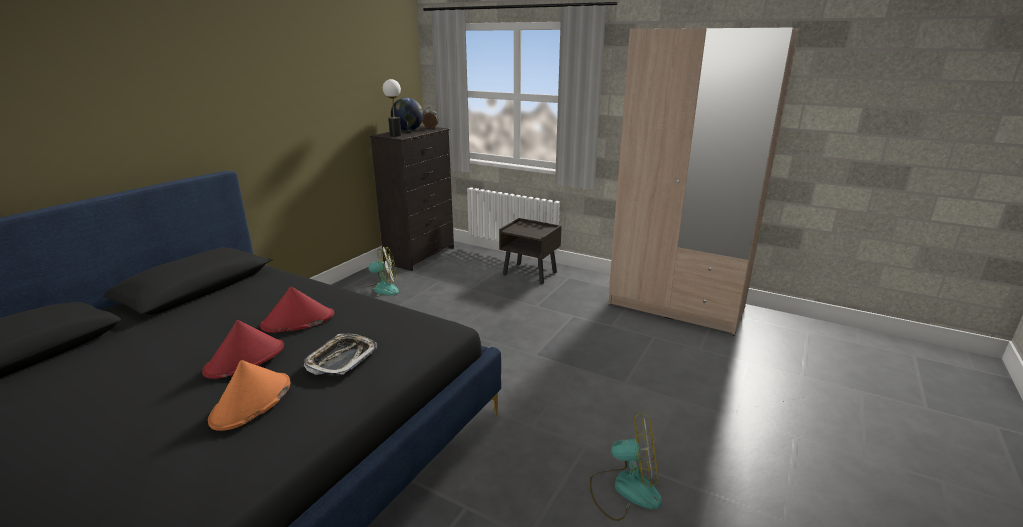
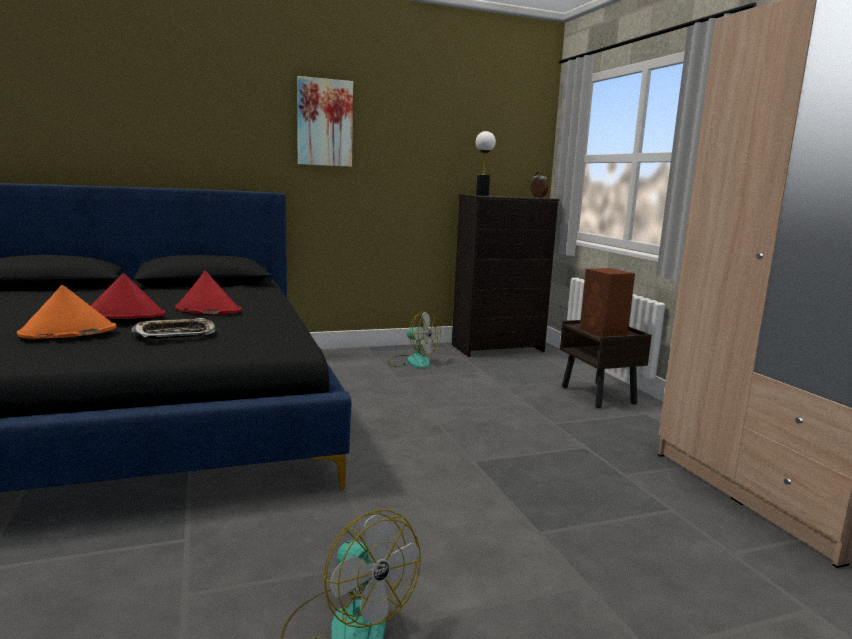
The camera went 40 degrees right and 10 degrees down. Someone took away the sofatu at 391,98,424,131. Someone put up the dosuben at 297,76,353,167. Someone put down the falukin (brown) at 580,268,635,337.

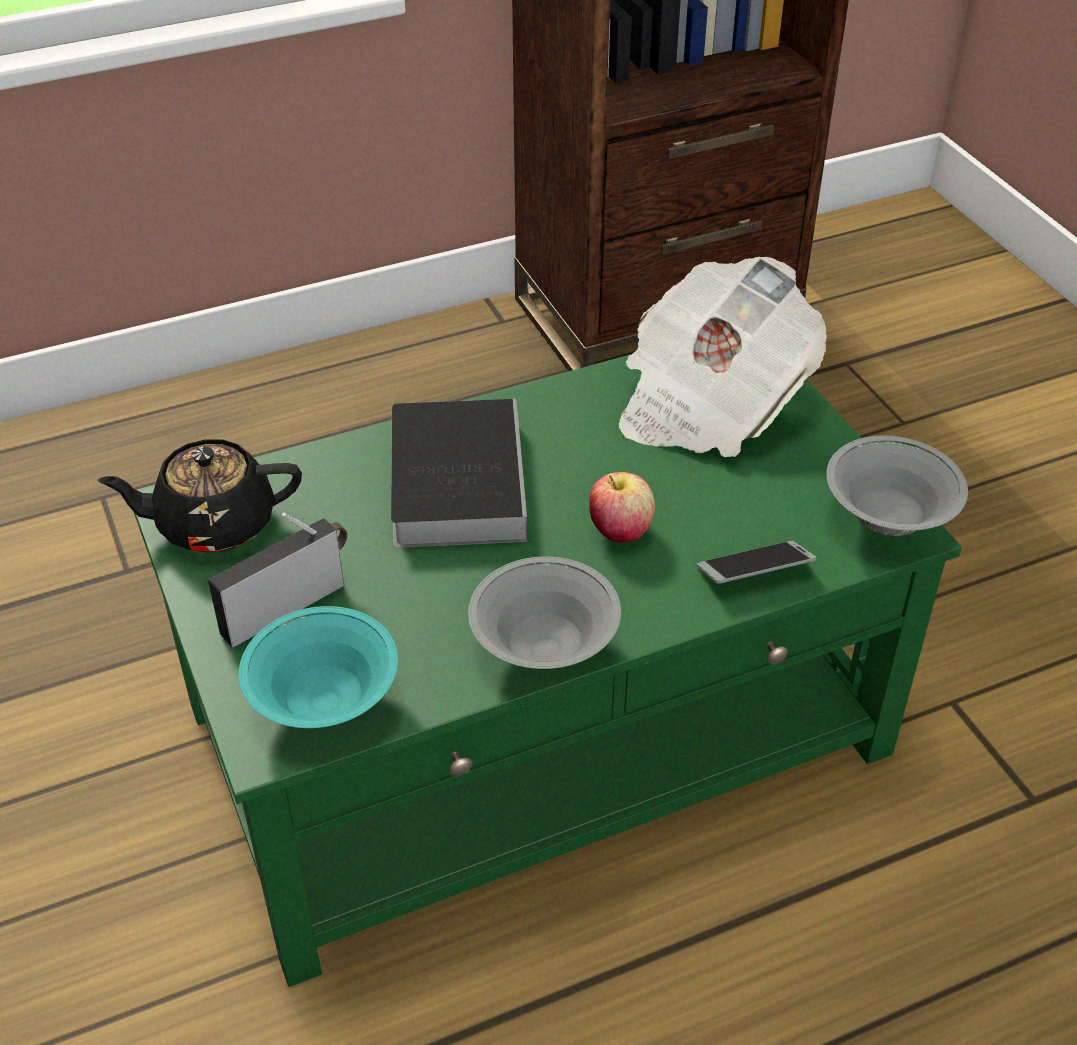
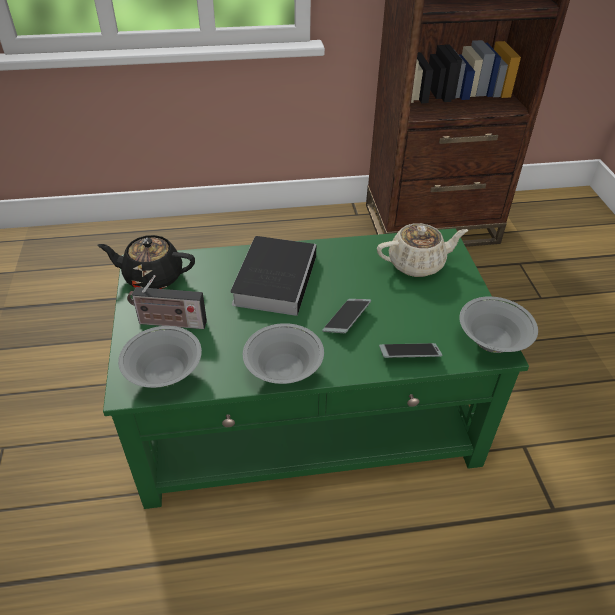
The camera went 15 degrees right and 0 degrees up. Someone swapped the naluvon at 589,472,655,543 for the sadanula at 322,299,371,333. Someone swapped the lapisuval at 619,257,827,457 for the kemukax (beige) at 377,223,468,277. Someone repainted the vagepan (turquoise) at 239,606,398,728, which became the vagepan (grey) at 118,326,202,388. Someone rotated the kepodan at 208,512,347,647 by 150 degrees counterclockwise.

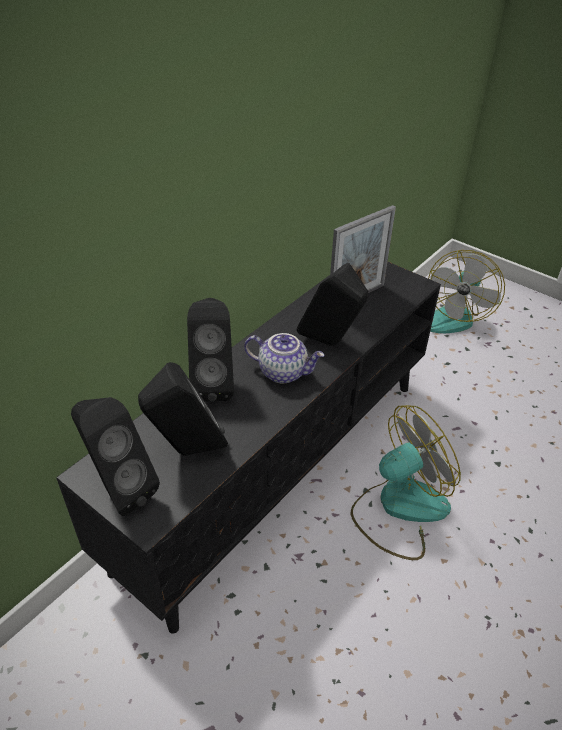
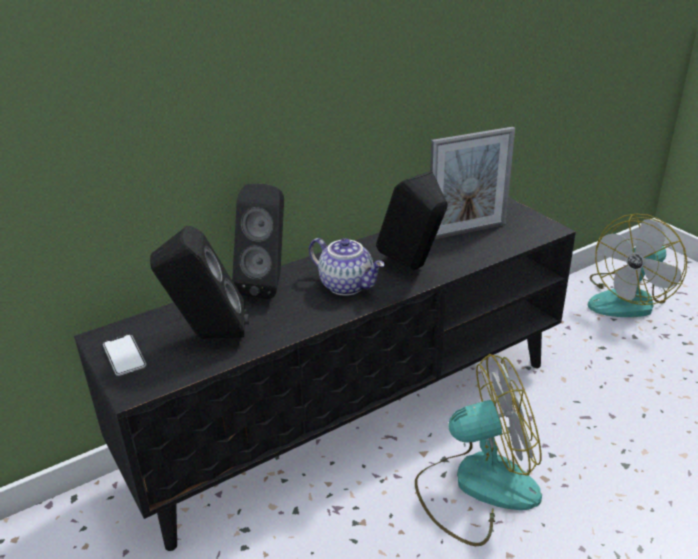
The camera went 20 degrees right and 10 degrees down. Someone swapped the falukin (black) at 71,397,160,516 for the sadanula at 103,334,146,376.

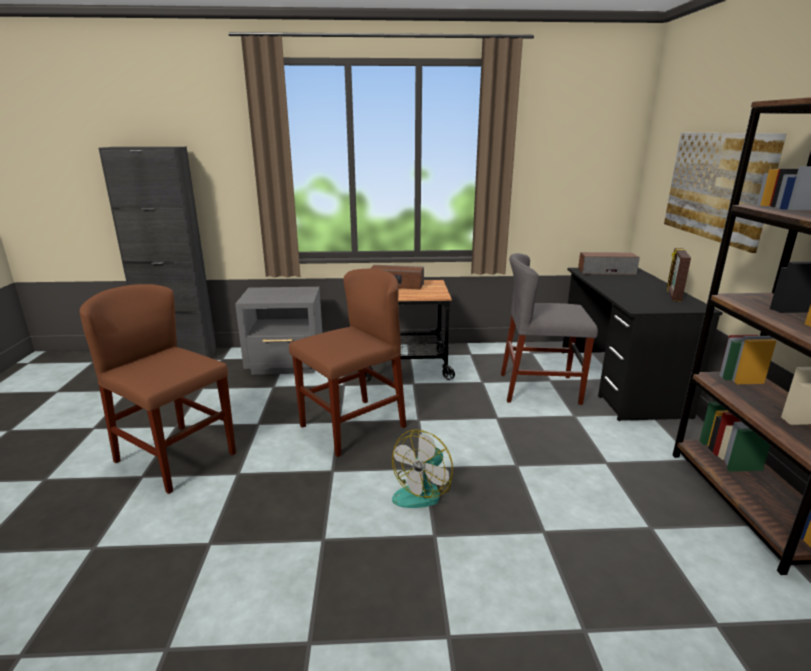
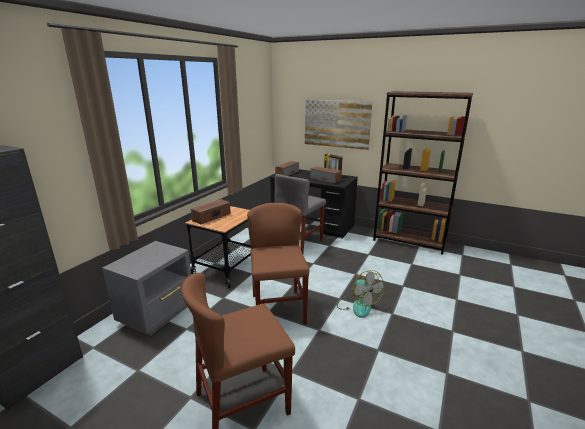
The camera went 60 degrees left and 0 degrees up. Someone put down the falukin at 310,166,341,183.

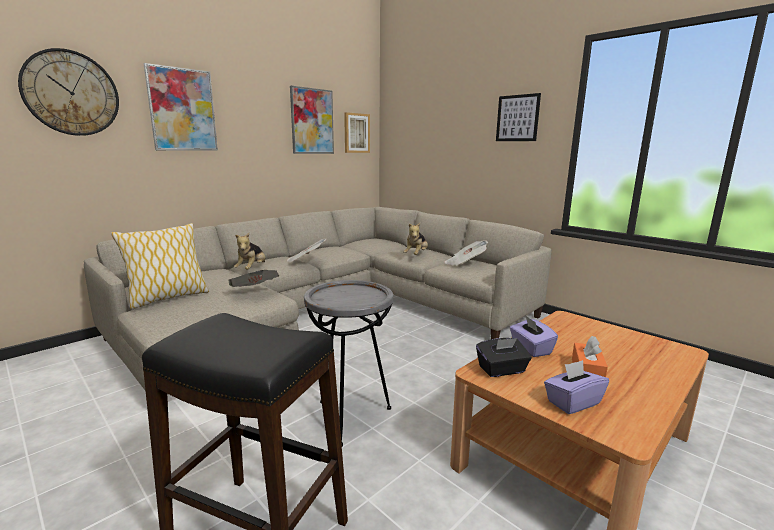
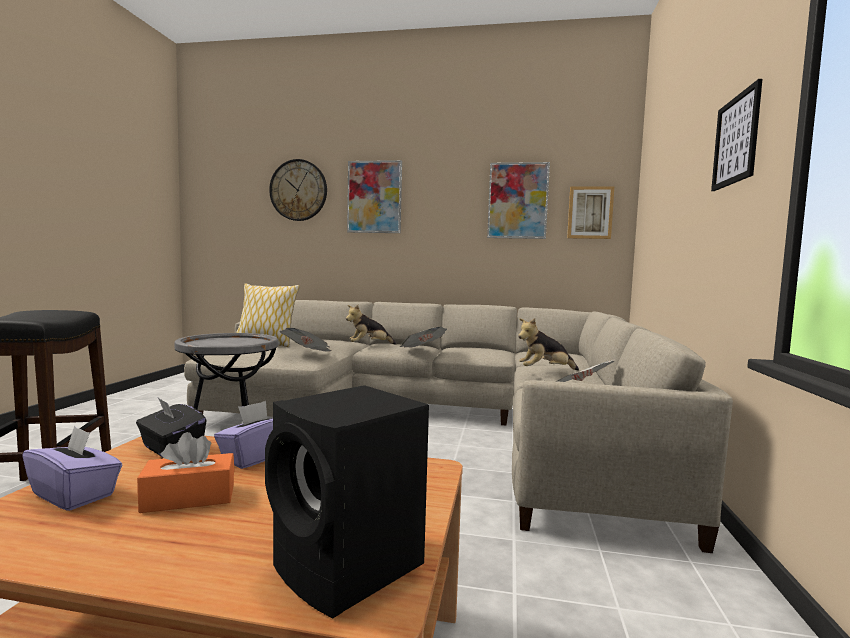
The camera went 55 degrees right and 10 degrees down. Someone put down the falukin (black) at 265,385,429,618.

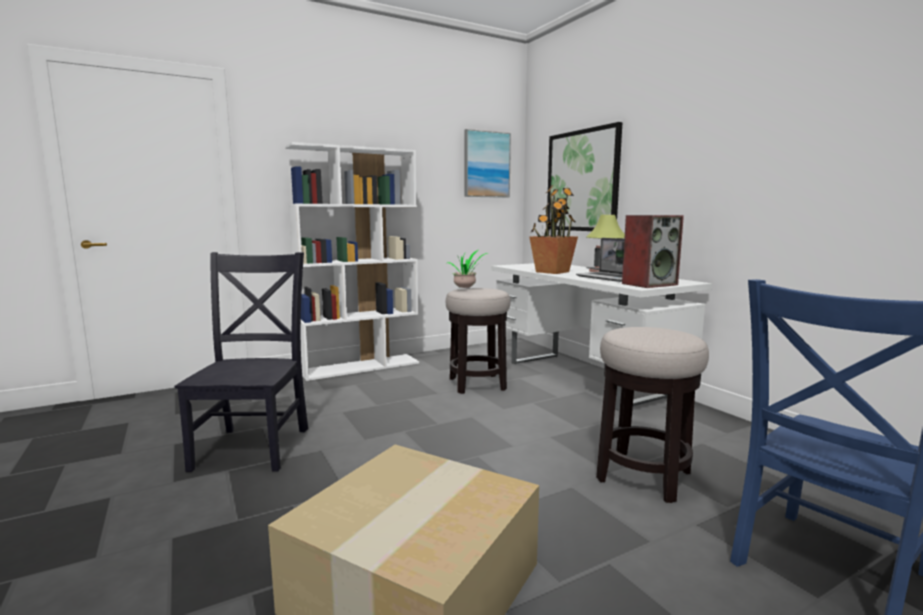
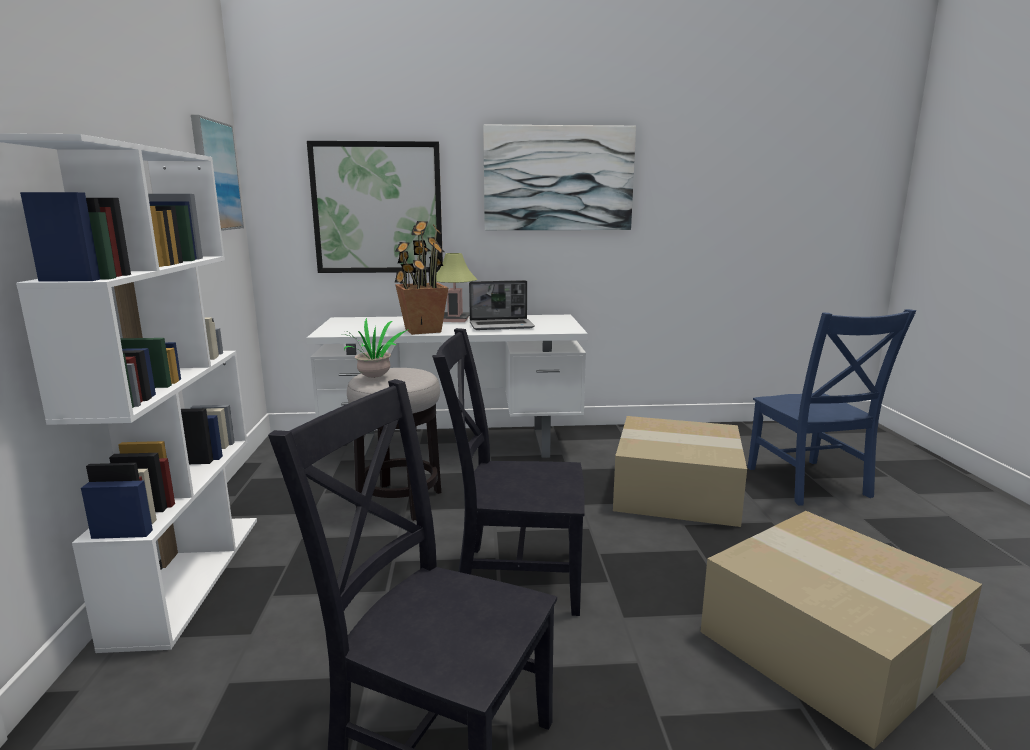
The camera went 65 degrees left and 5 degrees up. Someone took away the falukin at 622,215,684,288. Someone put down the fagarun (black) at 432,328,585,616. Someone put up the dosuben at 483,124,636,230. Someone swapped the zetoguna at 596,327,709,503 for the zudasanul at 613,416,747,527.

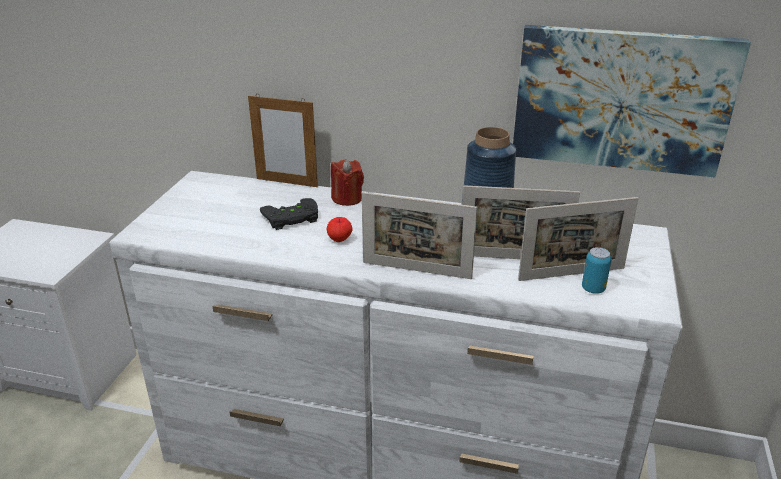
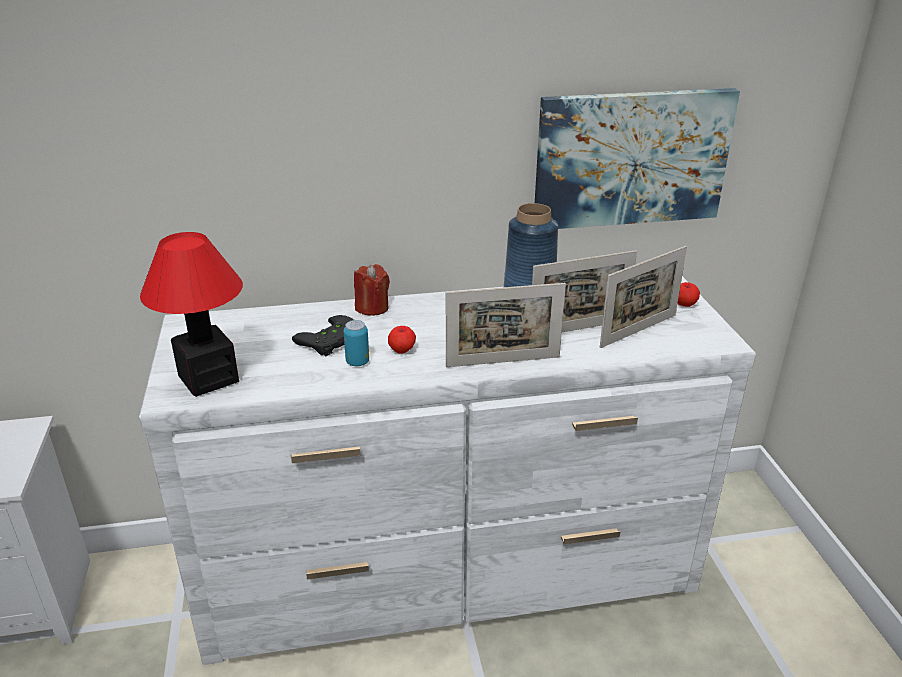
The camera went 25 degrees left and 0 degrees up. Someone took away the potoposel at 248,93,318,187. Someone put down the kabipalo at 140,232,243,397. Someone put down the naluvon at 678,282,700,307. Someone carried the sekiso from 582,247,611,294 to 343,320,369,366.

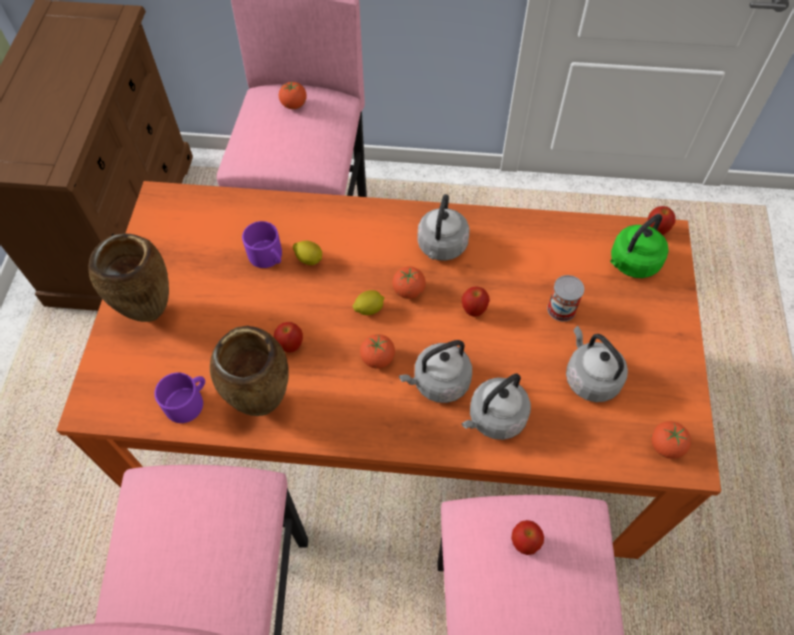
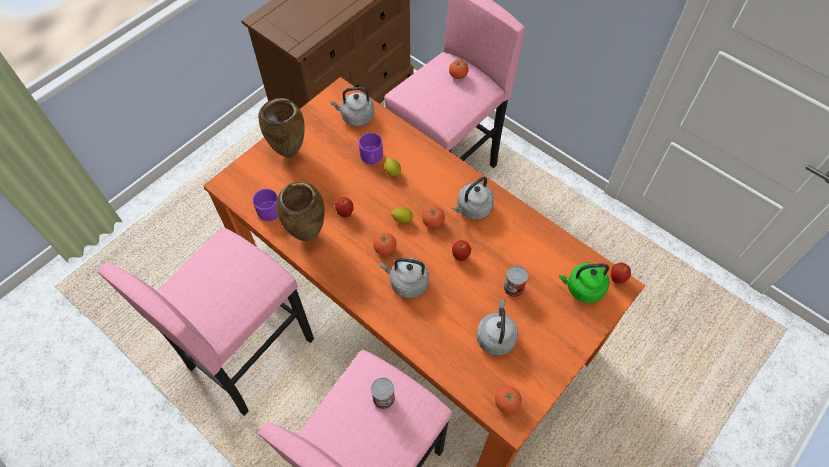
The camera went 35 degrees right and 0 degrees up. Someone carried the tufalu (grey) from 462,374,531,440 to 330,87,374,127. Someone swapped the naluvon at 511,520,544,555 for the sekiso at 371,377,395,409.

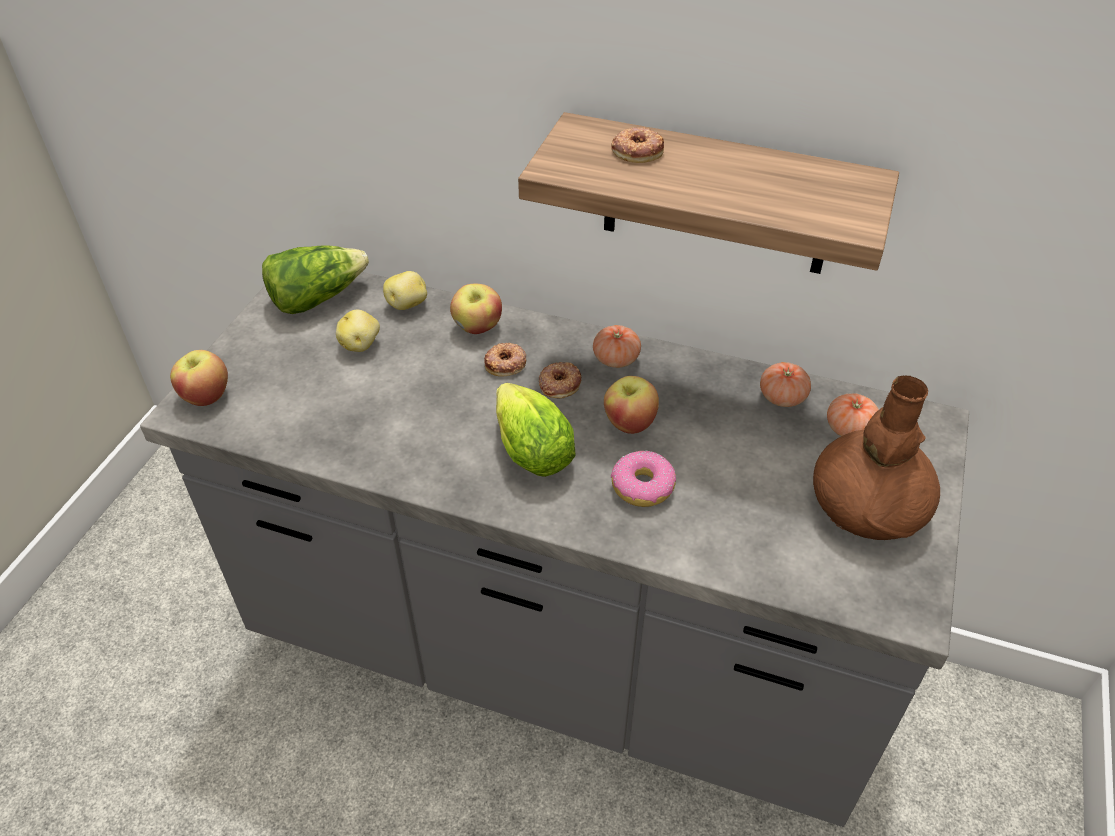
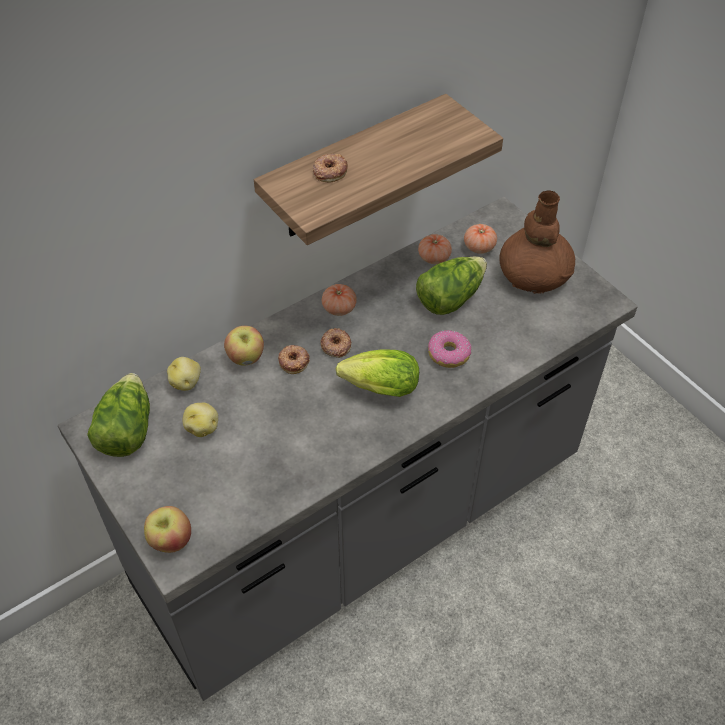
The camera went 55 degrees left and 5 degrees up. Someone took away the naluvon at 604,376,659,434. Someone put down the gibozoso at 416,256,487,315.

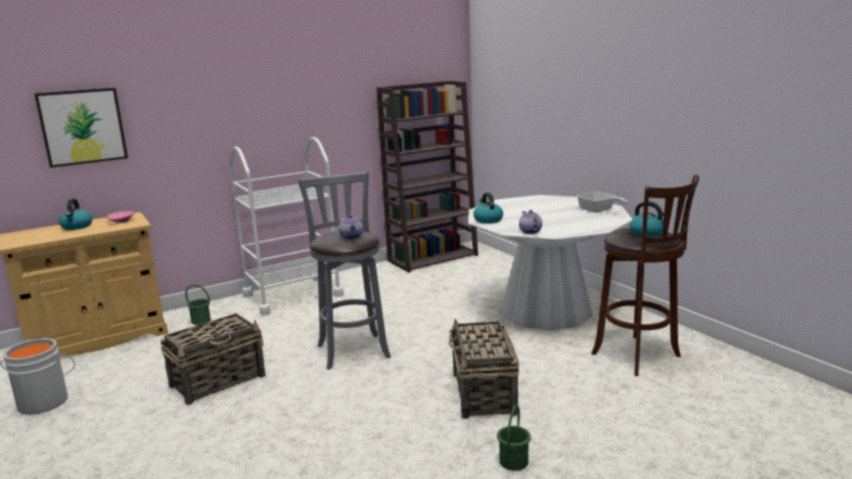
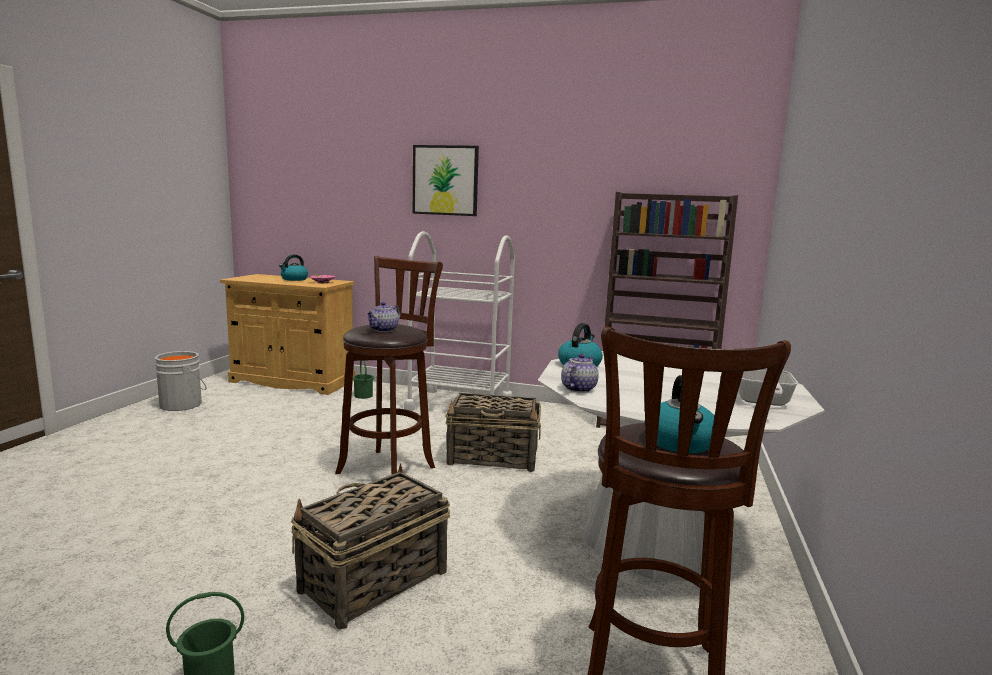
The camera went 45 degrees right and 5 degrees down. Someone carried the dosuben from 34,88,128,168 to 413,145,479,216. Someone carried the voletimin from 160,313,265,405 to 445,393,541,472. Someone repainted the zetoguna (grey) at 298,172,391,370, which became the zetoguna (brown) at 335,256,443,475.

